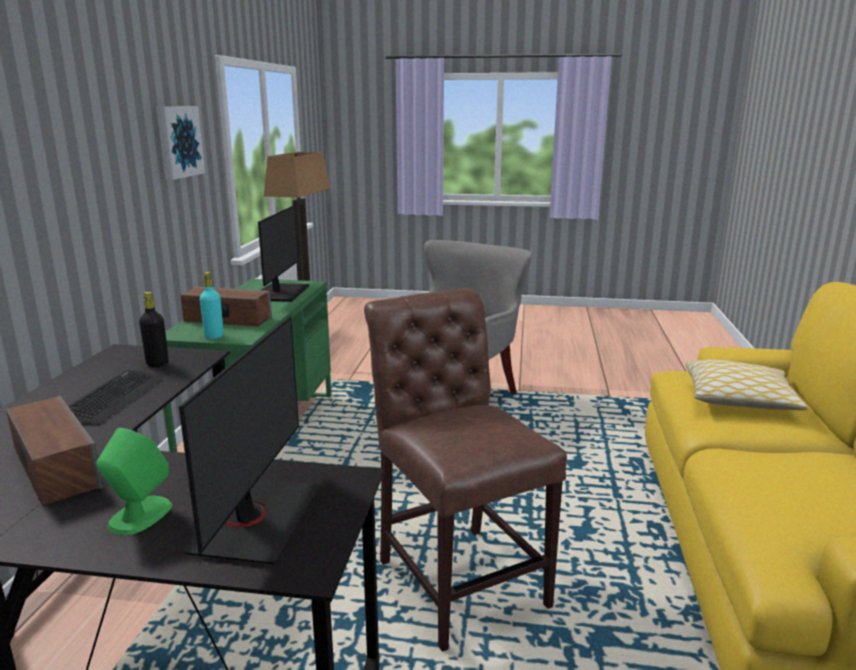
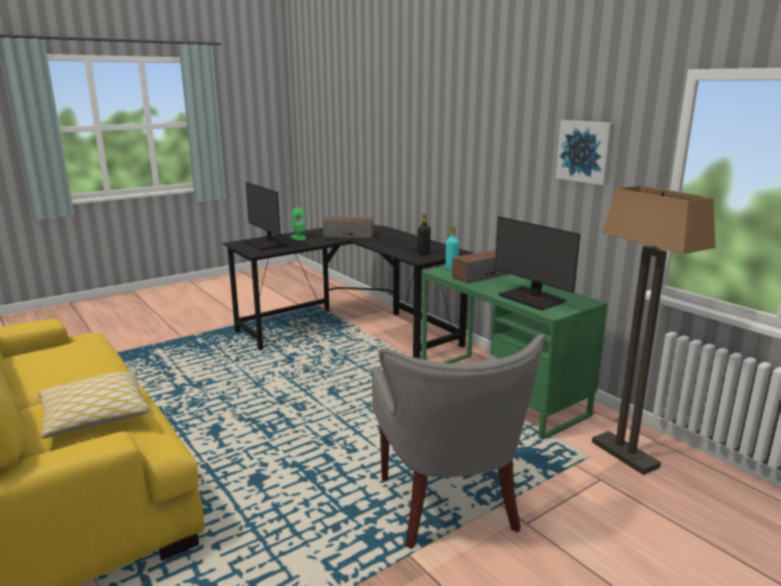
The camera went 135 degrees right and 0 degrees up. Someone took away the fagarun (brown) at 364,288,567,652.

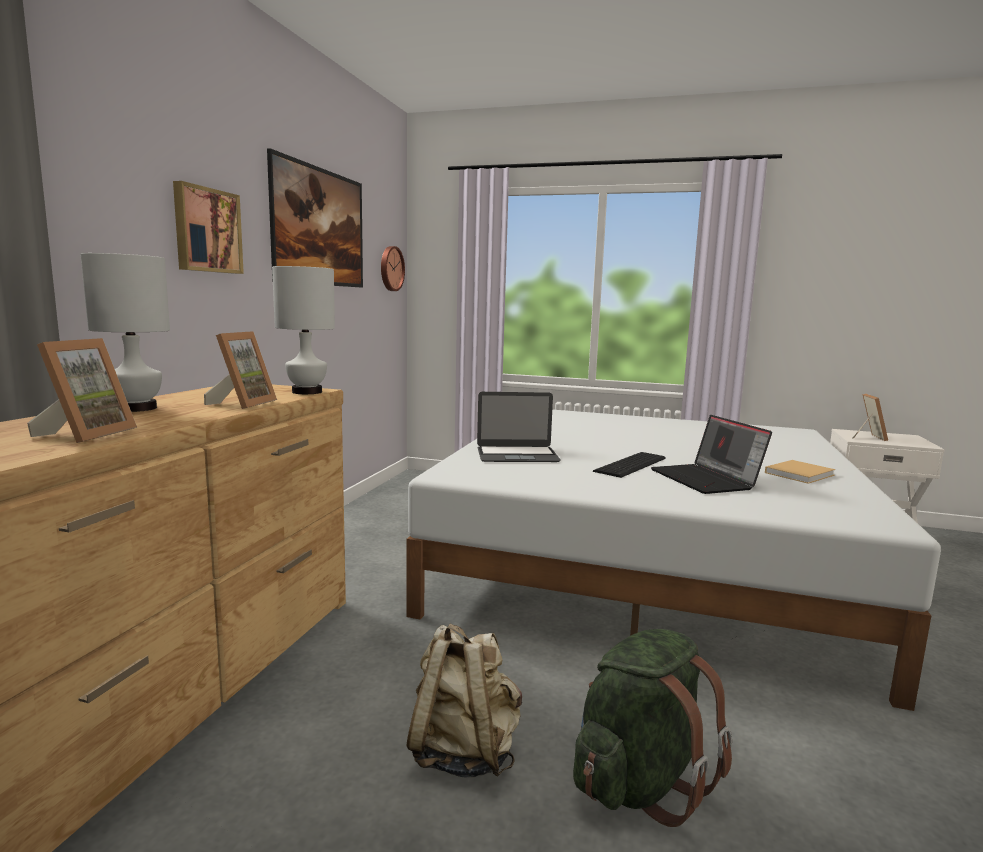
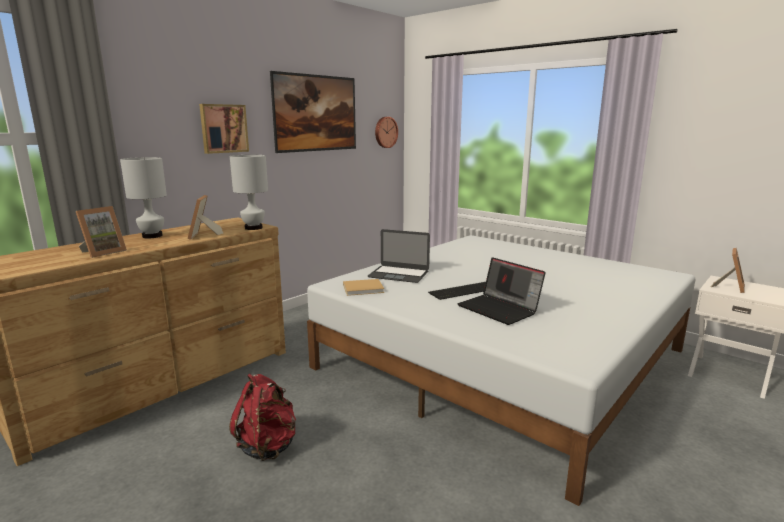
The camera went 25 degrees right and 5 degrees up. Someone took away the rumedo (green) at 573,629,732,827. Someone carried the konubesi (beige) from 765,460,835,484 to 343,279,384,296. Someone repainted the rumedo (beige) at 406,624,522,777, which became the rumedo (red) at 229,374,296,461. Someone rotated the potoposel at 204,331,277,409 by 135 degrees clockwise. Someone rotated the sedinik at 651,415,772,494 by 45 degrees counterclockwise.

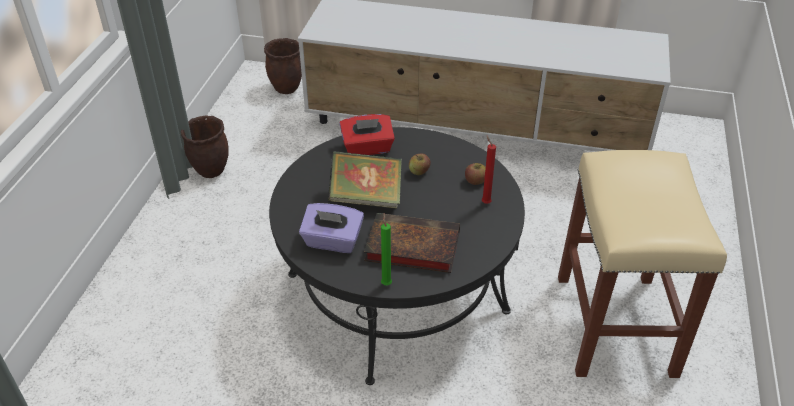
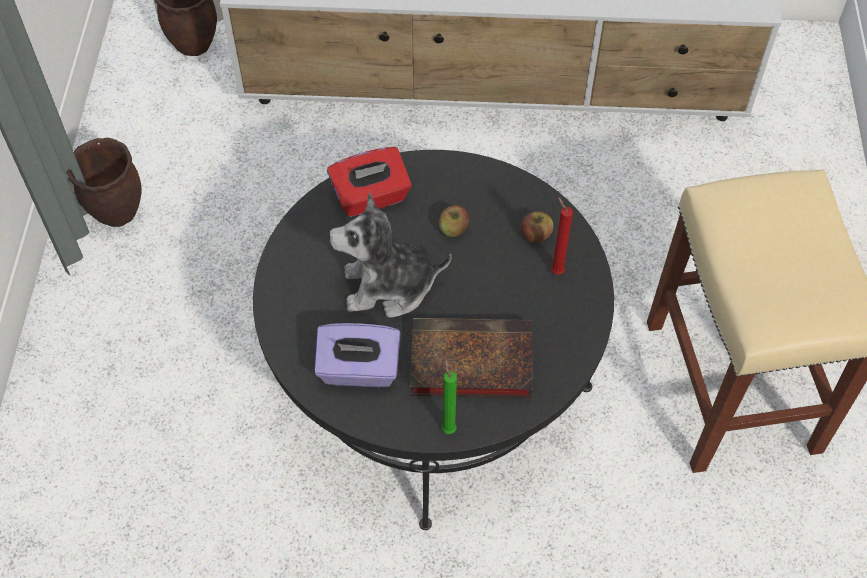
The camera went 10 degrees left and 15 degrees up. Someone swapped the konubesi at 328,151,402,208 for the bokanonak at 329,193,452,318.

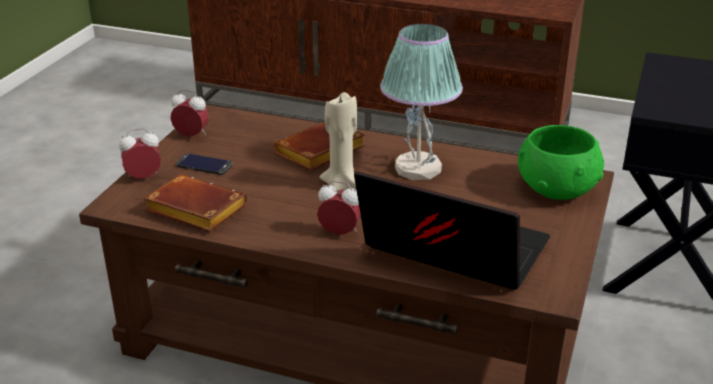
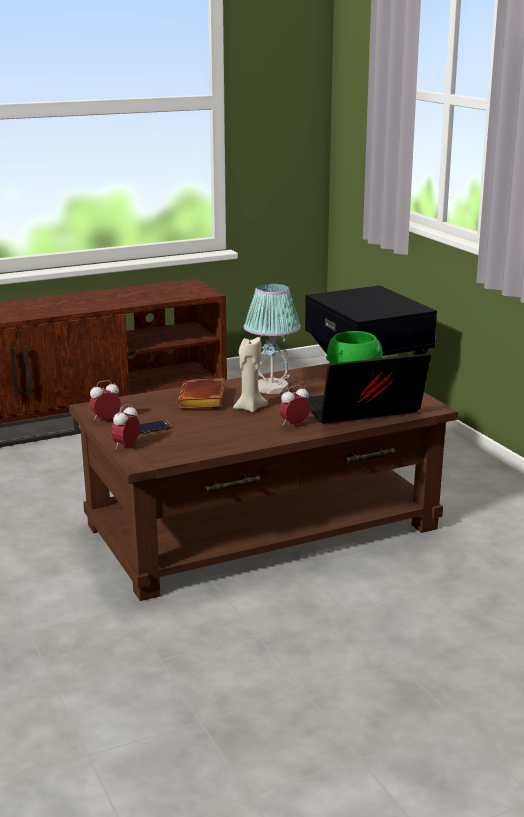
The camera went 45 degrees left and 10 degrees down. Someone took away the konubesi (brown) at 144,175,247,232.

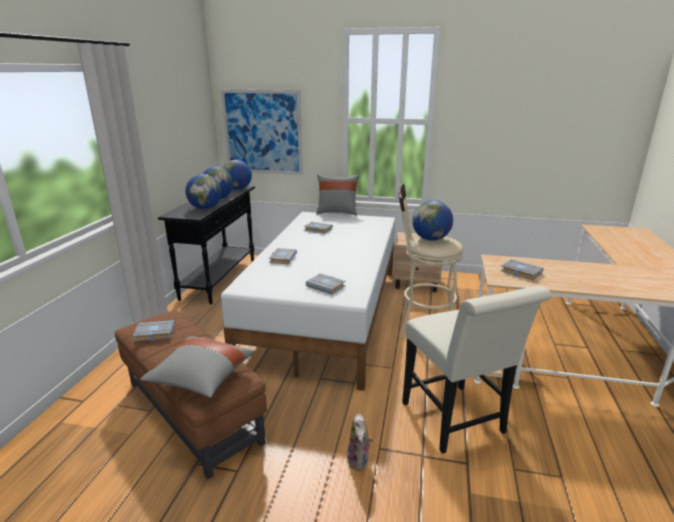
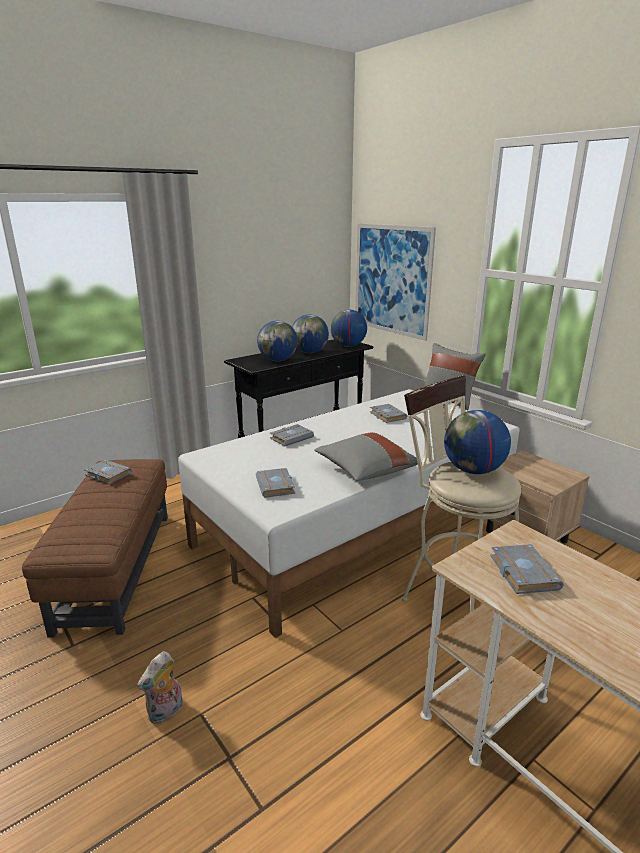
The camera went 40 degrees right and 0 degrees up. Someone took away the fagarun (white) at 402,286,552,454. Someone carried the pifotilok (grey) from 140,337,253,398 to 314,432,418,481.

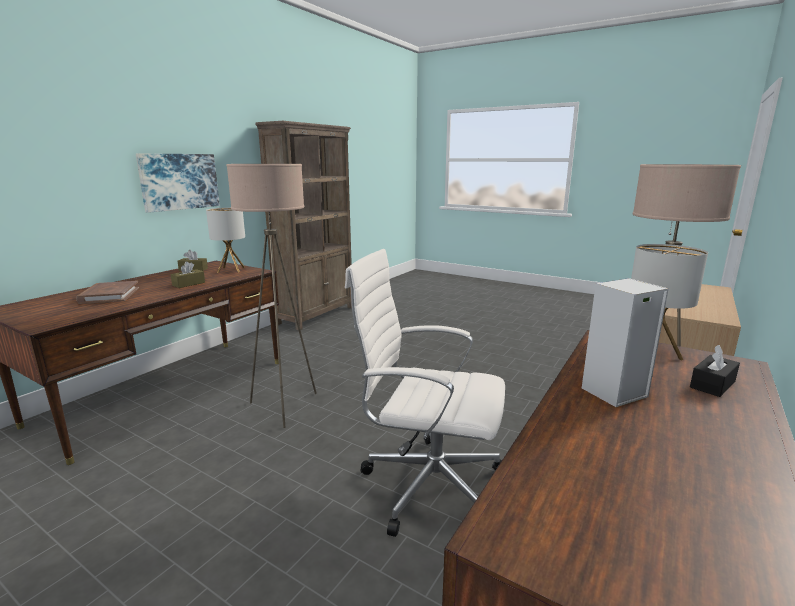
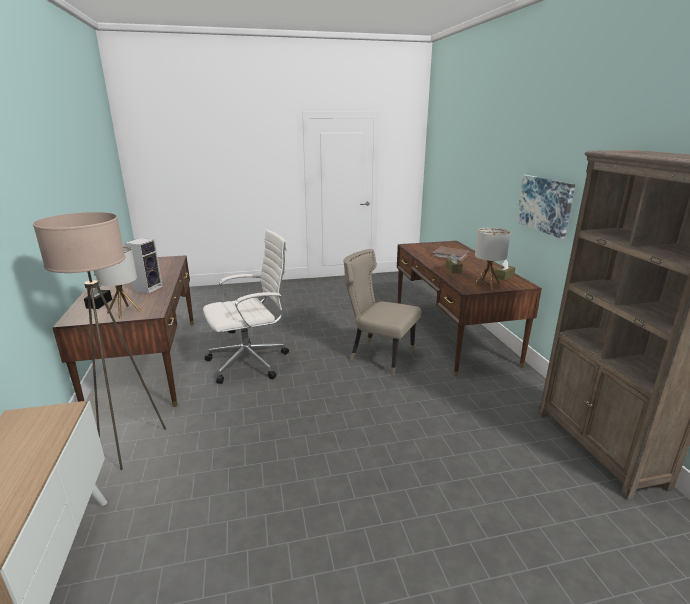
The camera went 135 degrees right and 5 degrees up. Someone swapped the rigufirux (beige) at 226,164,317,428 for the fagarun (beige) at 343,249,421,376.

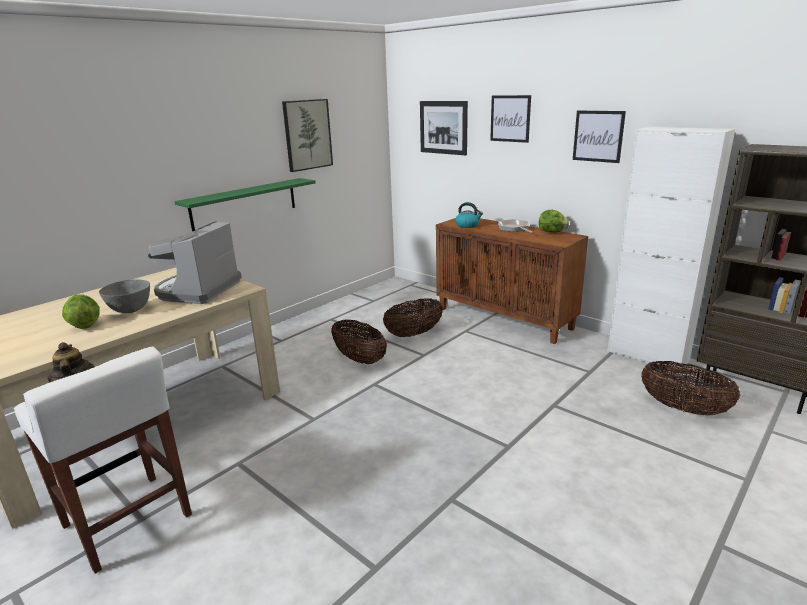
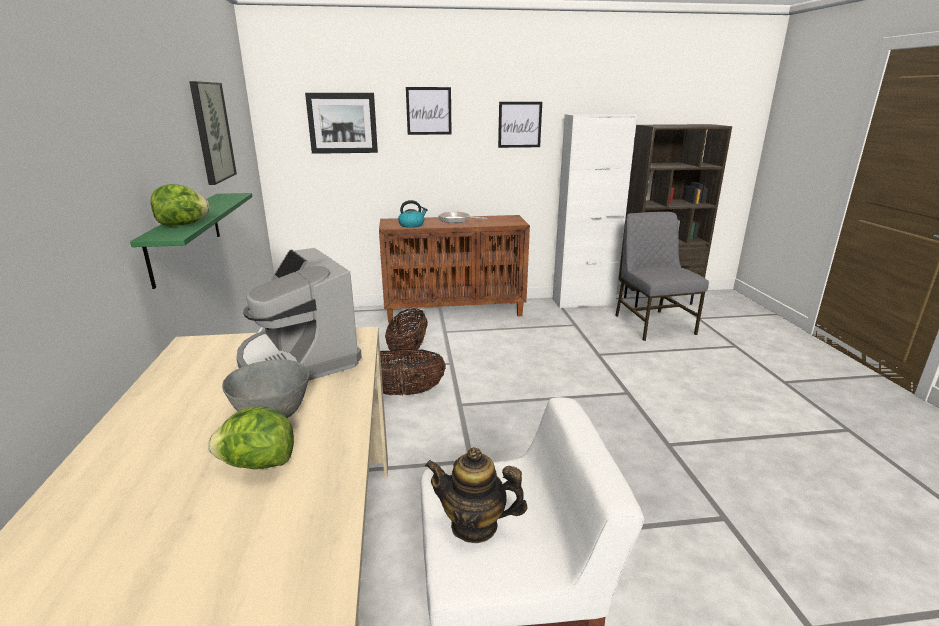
The camera went 50 degrees left and 0 degrees up. Someone carried the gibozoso from 539,210,569,233 to 151,184,210,226. Someone swapped the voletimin at 641,361,741,415 for the fagarun (grey) at 615,212,709,341.

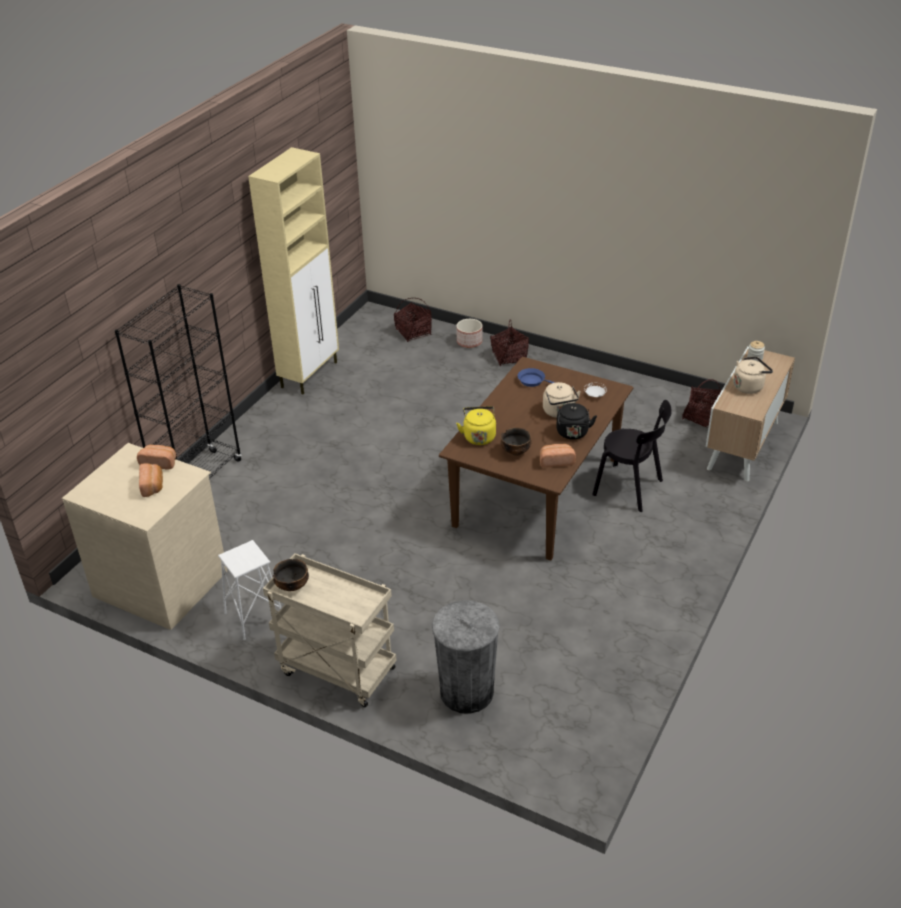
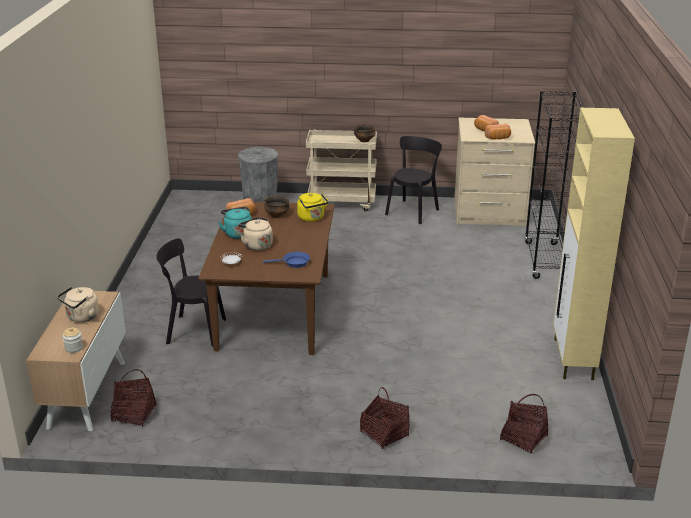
The camera went 155 degrees right and 10 degrees down. Someone took away the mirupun at 456,319,483,348. Someone swapped the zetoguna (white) at 218,540,281,641 for the fagarun (black) at 385,136,442,224. Someone repainted the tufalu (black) at 556,403,597,440, which became the tufalu (turquoise) at 218,207,252,239.

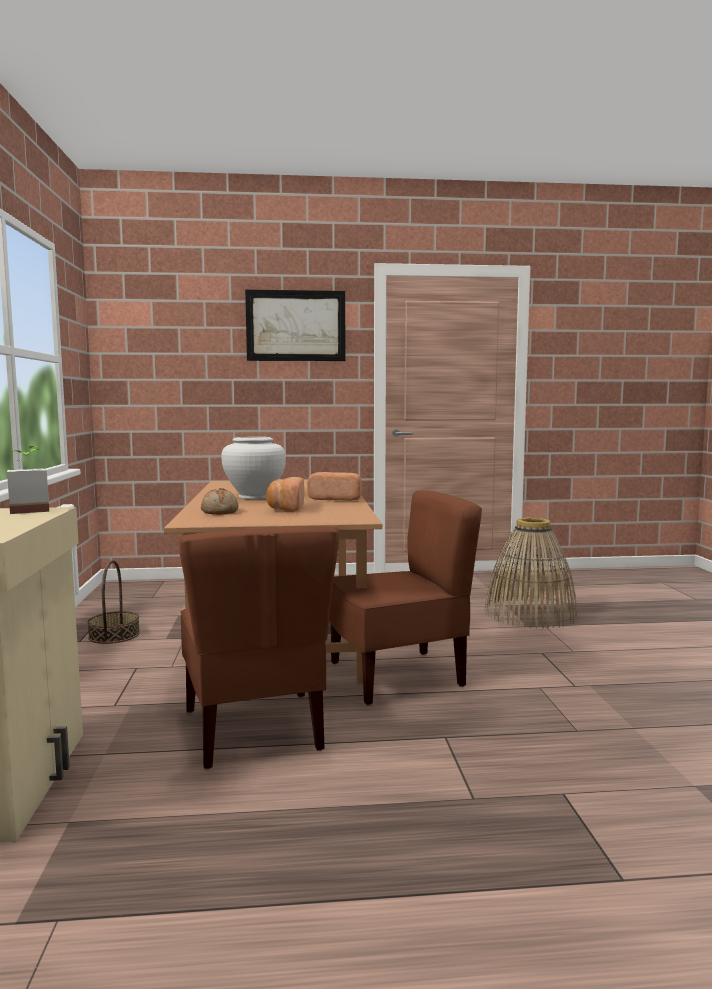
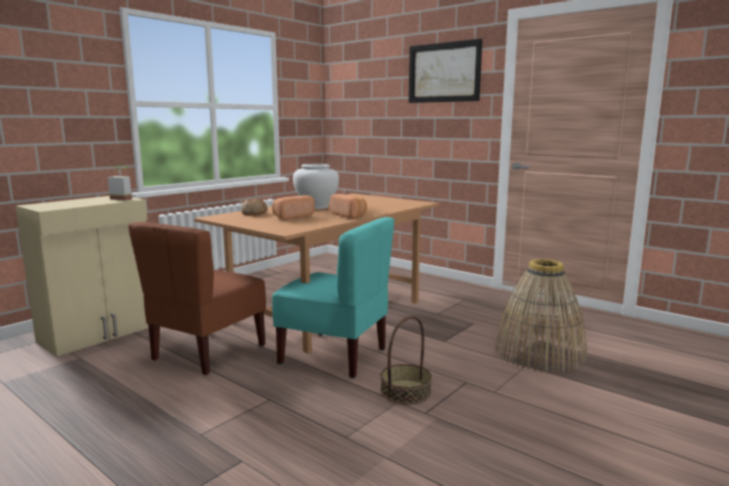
The camera went 45 degrees right and 5 degrees up. Someone carried the voletimin from 87,560,140,644 to 381,316,432,405. Someone repainted the fagarun (brown) at 329,490,482,705, which became the fagarun (turquoise) at 272,217,394,379.

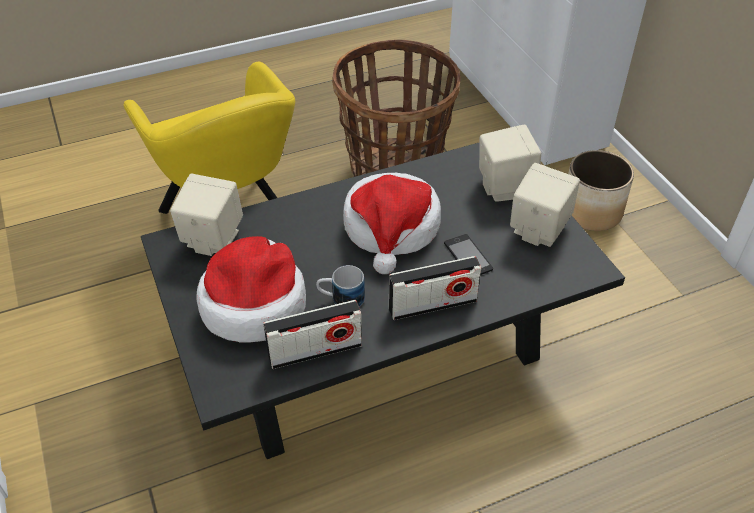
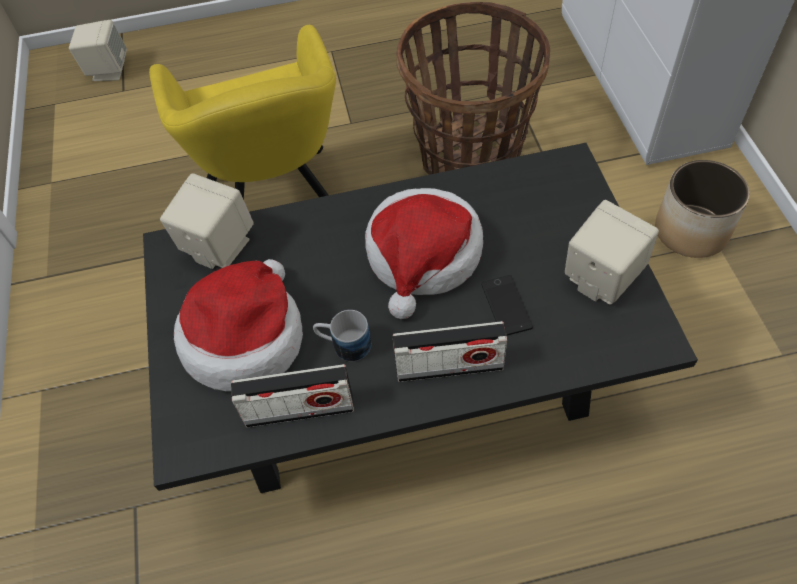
The camera went 15 degrees right and 10 degrees up. Someone carried the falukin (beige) from 479,125,541,202 to 69,20,127,81.

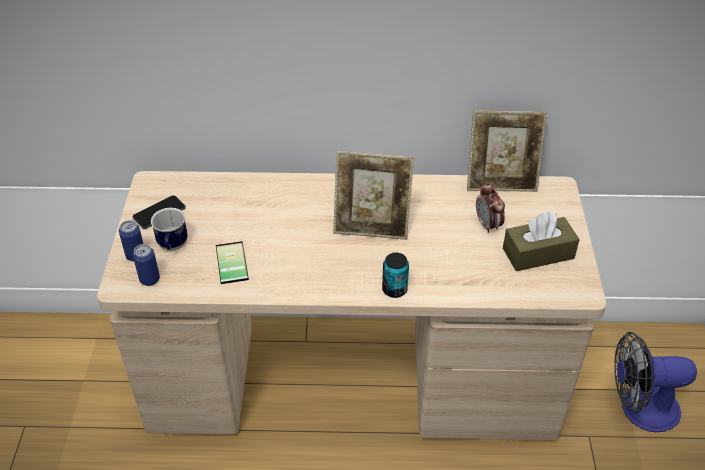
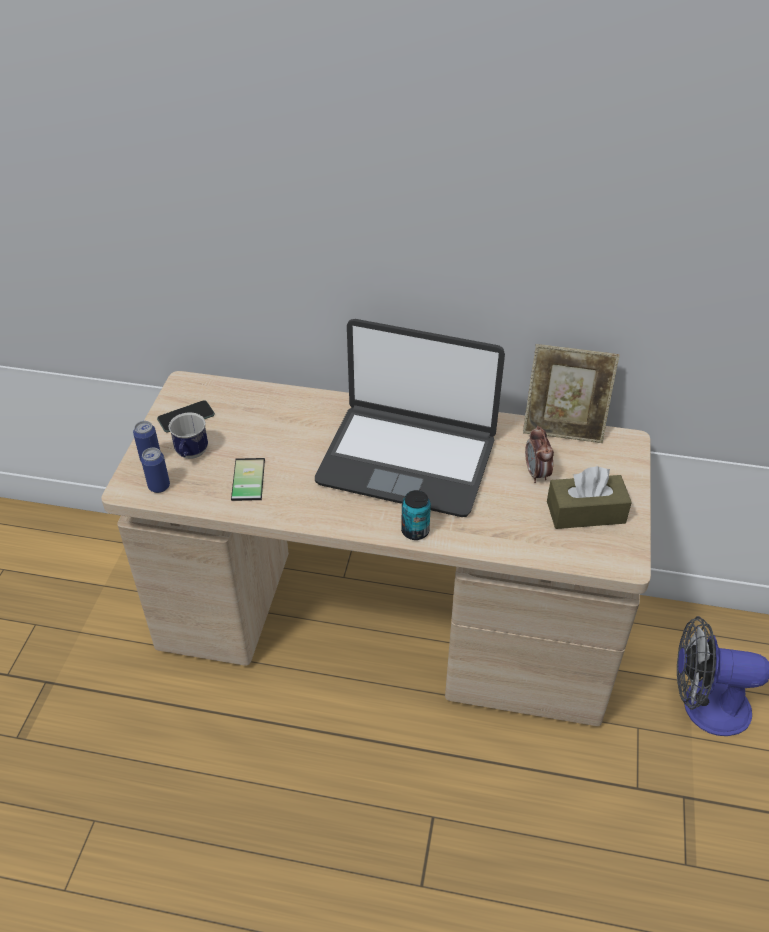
The camera went 10 degrees right and 0 degrees up. Someone swapped the potoposel at 333,151,414,240 for the sedinik at 315,319,505,517.

